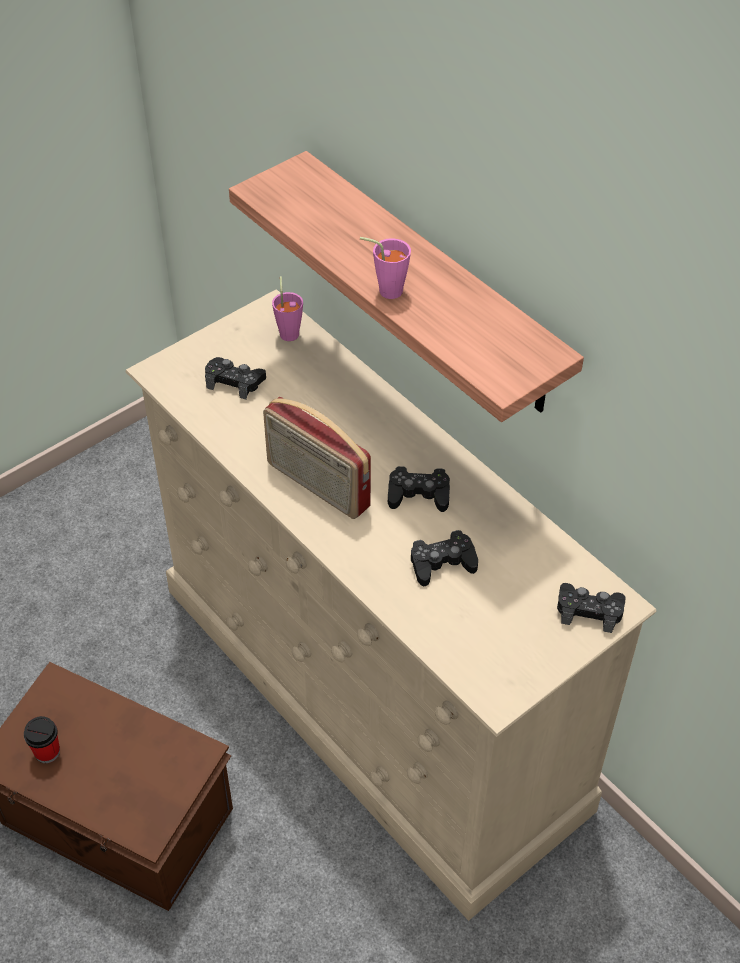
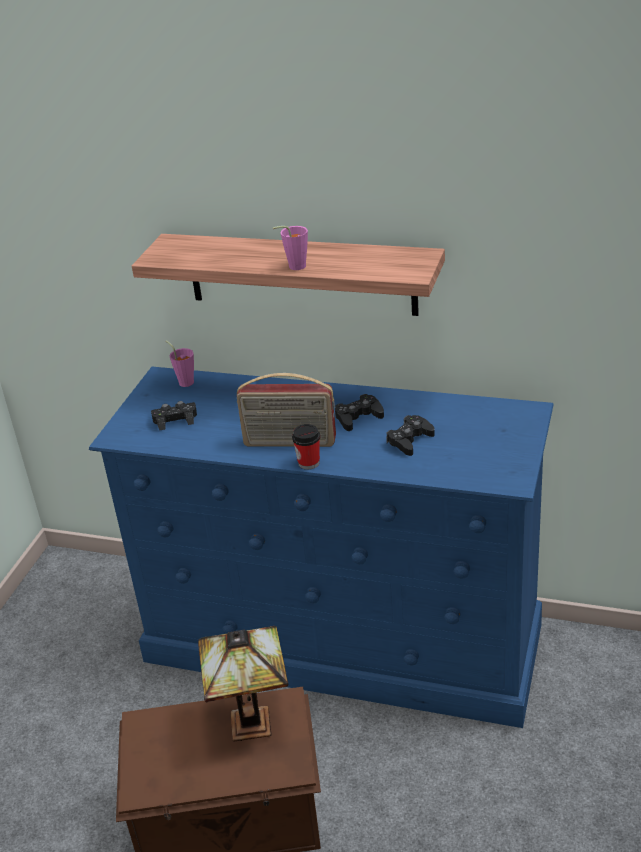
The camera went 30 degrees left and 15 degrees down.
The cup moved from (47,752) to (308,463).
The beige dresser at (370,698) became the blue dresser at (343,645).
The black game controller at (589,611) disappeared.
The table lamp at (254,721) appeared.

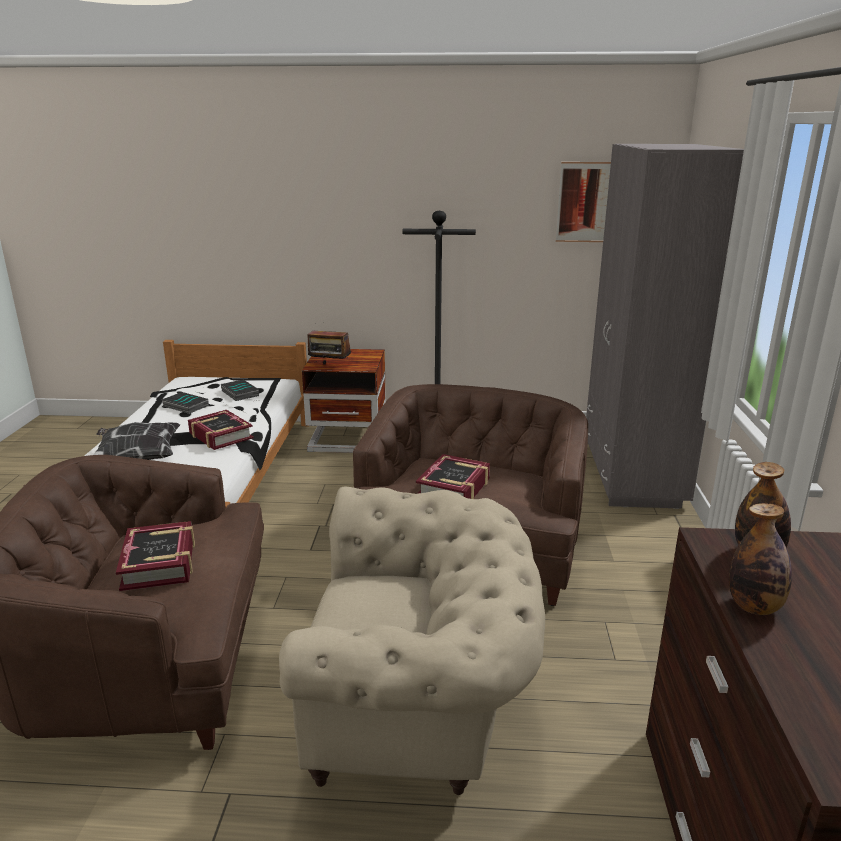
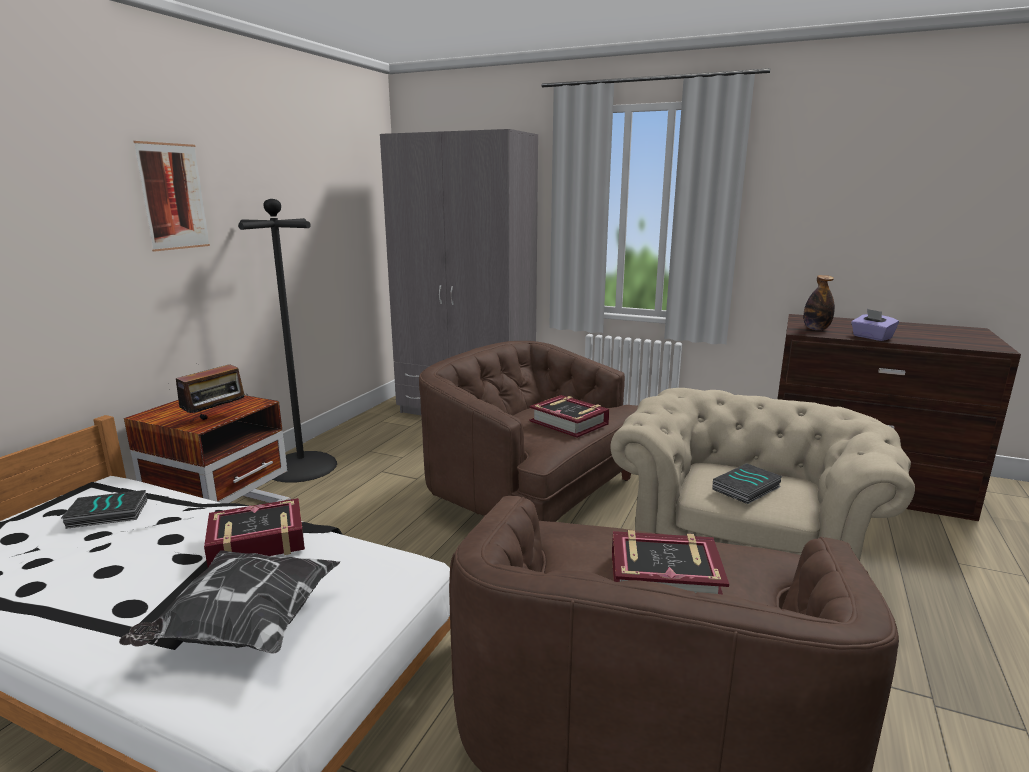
The camera went 70 degrees left and 5 degrees down.
The book moved from (185,406) to (747,489).
The picture moved from (583,202) to (173,197).
The bottle at (754,606) was replaced by the purple tissue box at (871,337).

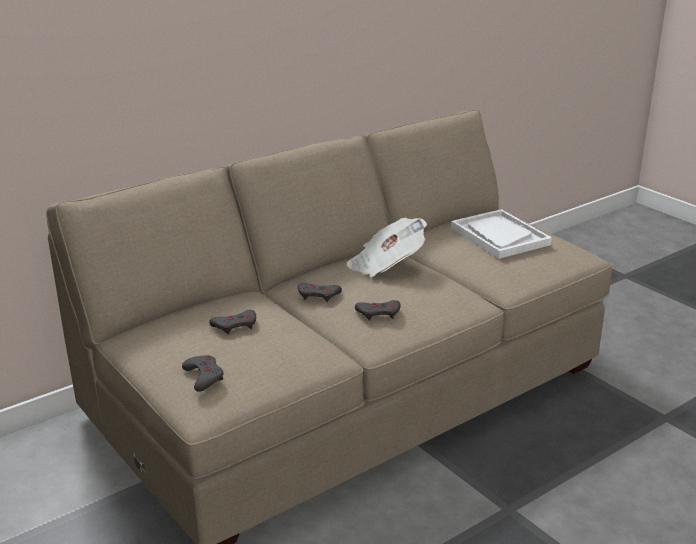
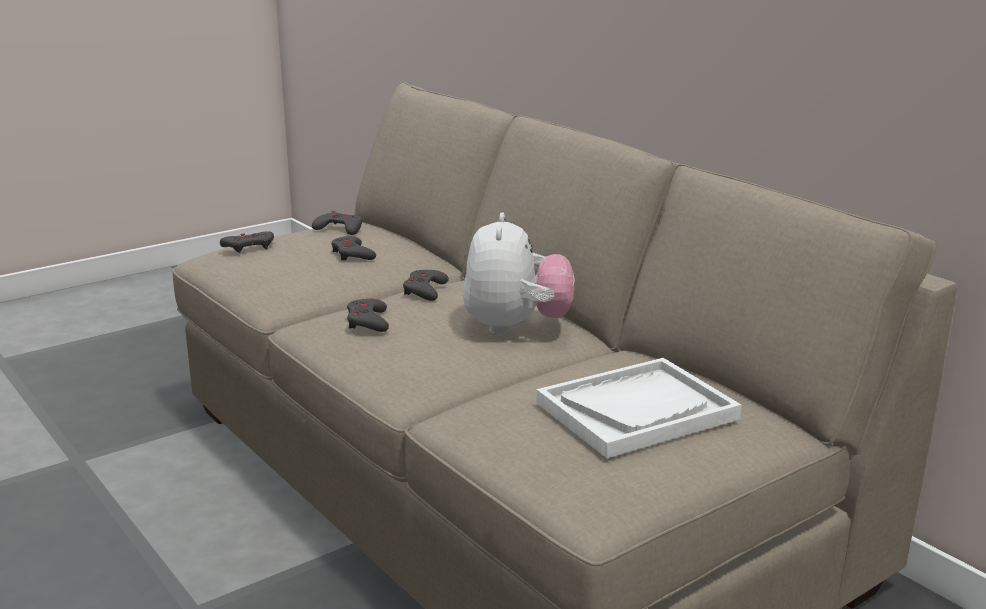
The camera went 90 degrees right and 5 degrees down.
The newspaper at (386,265) was replaced by the plush toy at (516,327).
The grey game controller at (339,228) appeared.

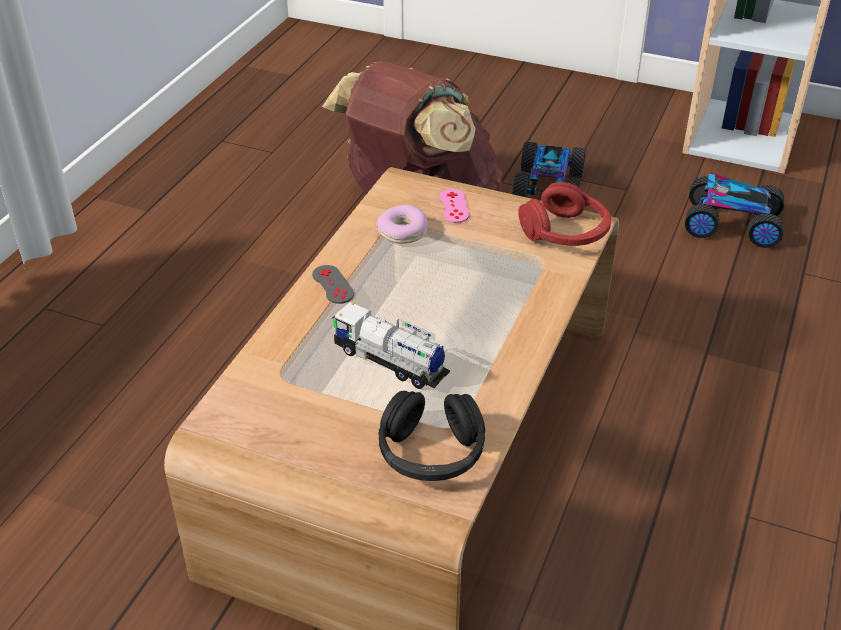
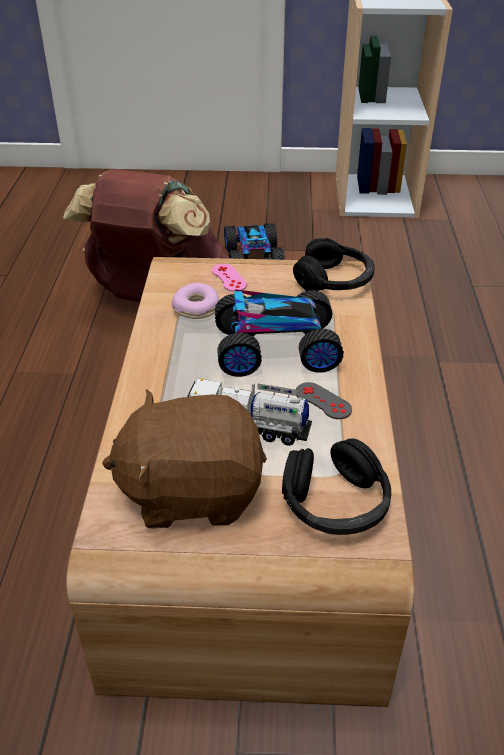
The camera went 20 degrees left and 0 degrees up.
The grey game controller moved from (333,284) to (323,401).
The red headphones at (565,232) became the black headphones at (334,280).
The toy car moved from (731,225) to (276,350).
The brown plush toy at (191,491) appeared.

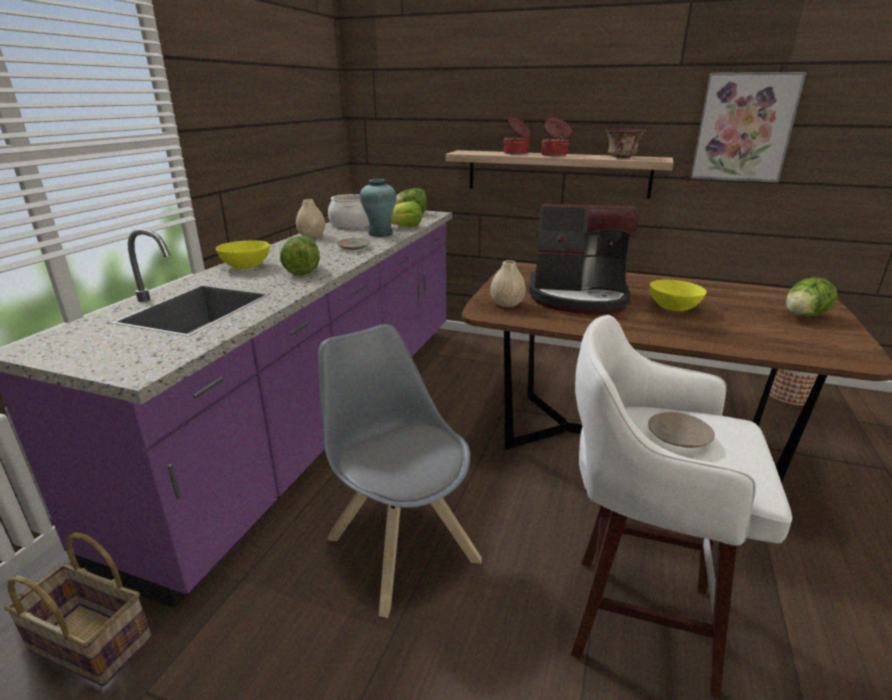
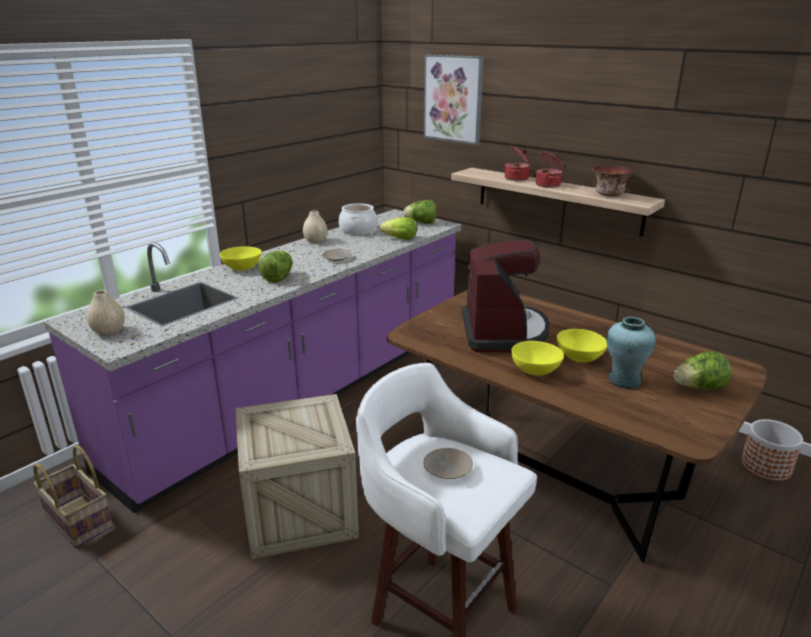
The camera went 20 degrees right and 0 degrees up.
The grey chair at (400,545) was replaced by the crate at (299,512).
The turquoise vase moved from (380,234) to (624,381).
The beige vase moved from (507,304) to (109,331).
The coffee machine at (578,297) turned 120 degrees counterclockwise.
The picture moved from (744,128) to (453,99).
The yellow bowl at (535,370) appeared.

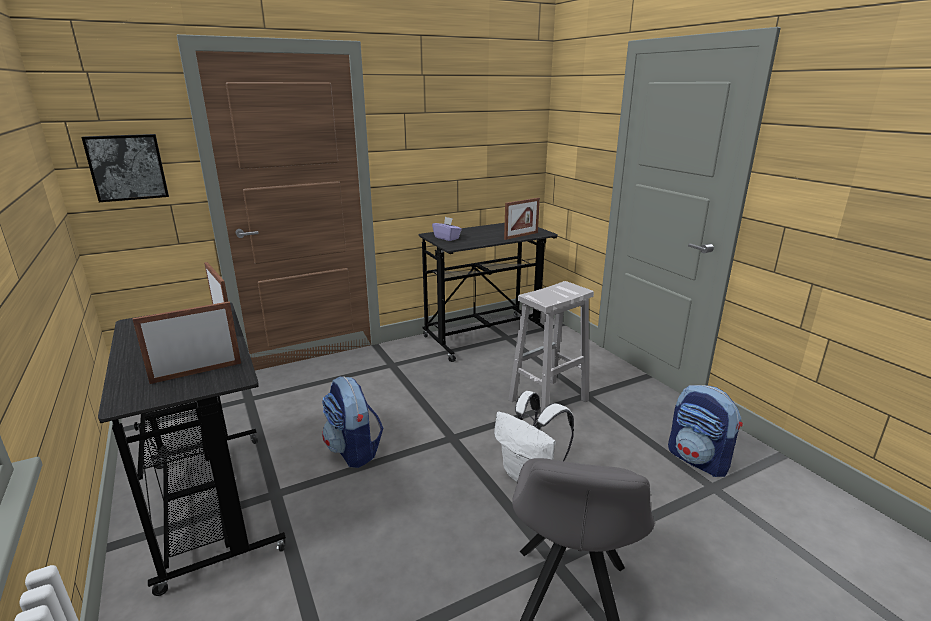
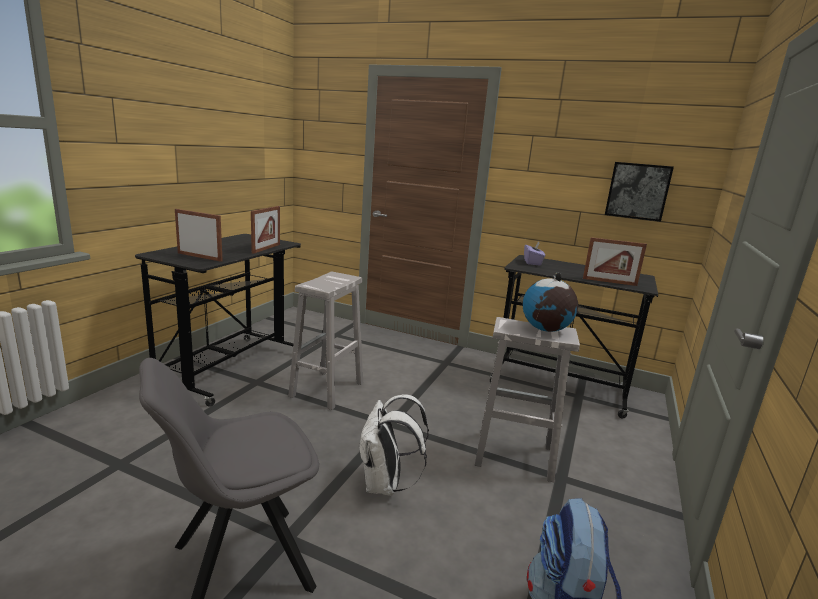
The camera went 50 degrees right and 5 degrees down.
The picture moved from (127,167) to (637,191).
The backpack at (354,450) was replaced by the white stool at (326,390).
The globe at (545,330) appeared.

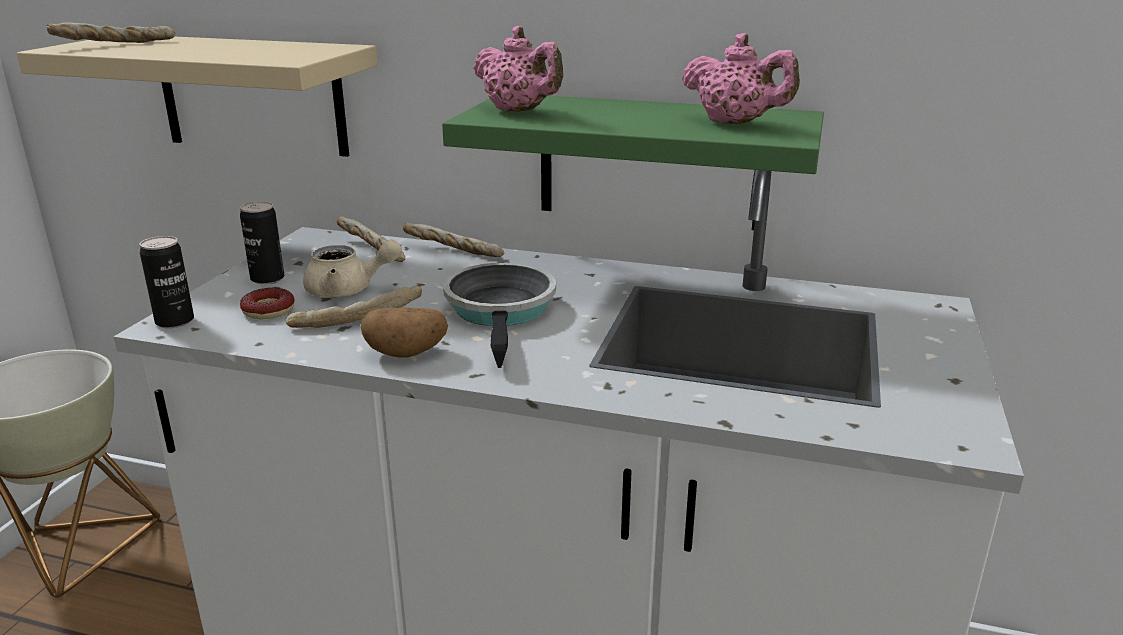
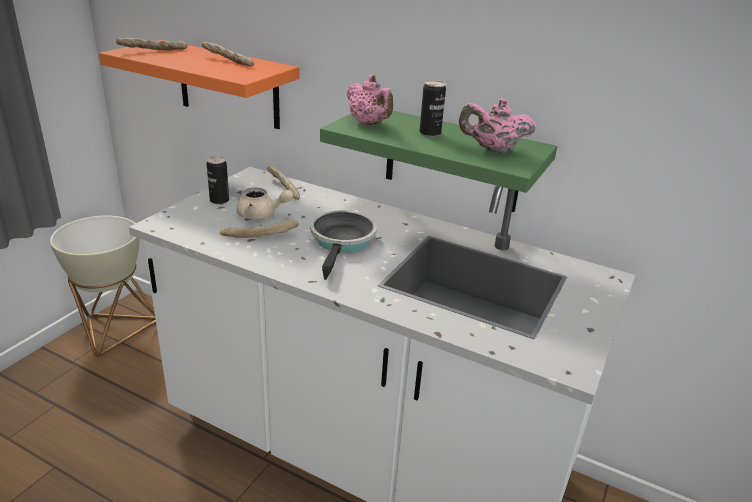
The camera went 10 degrees right and 5 degrees up.
The beige shelf at (251,95) became the orange shelf at (228,85).
The can moved from (175,321) to (430,133).
The donut at (268,310) disappeared.
The potato at (407,353) disappeared.
The bread moved from (453,251) to (228,61).
The pink teapot at (736,123) turned 135 degrees clockwise.

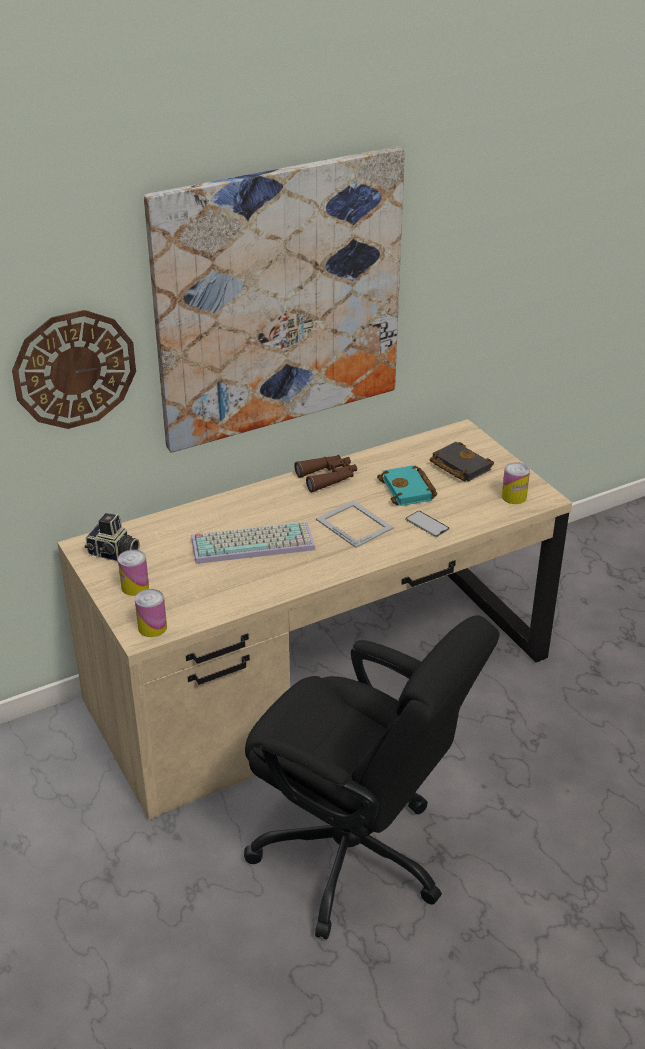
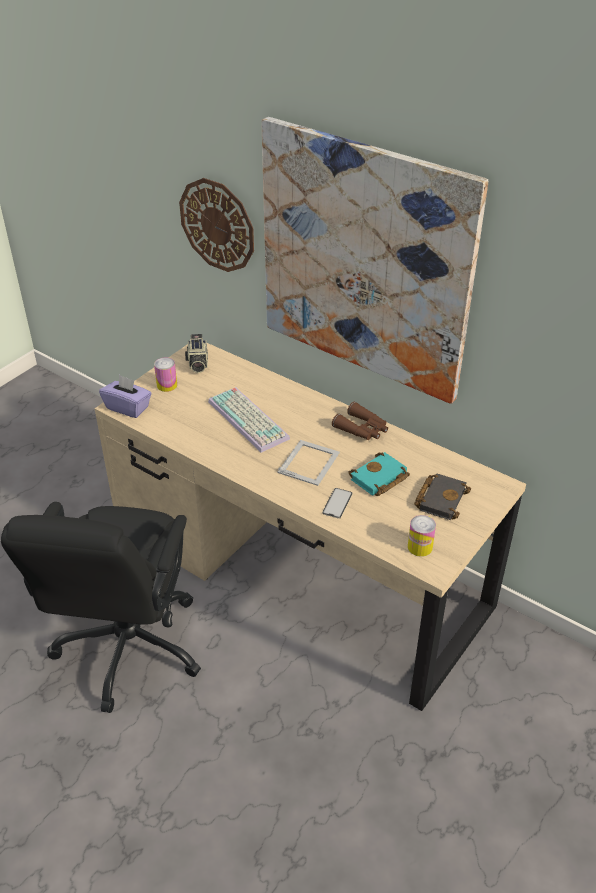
The camera went 65 degrees right and 5 degrees up.
The can at (152,627) was replaced by the purple tissue box at (128,407).

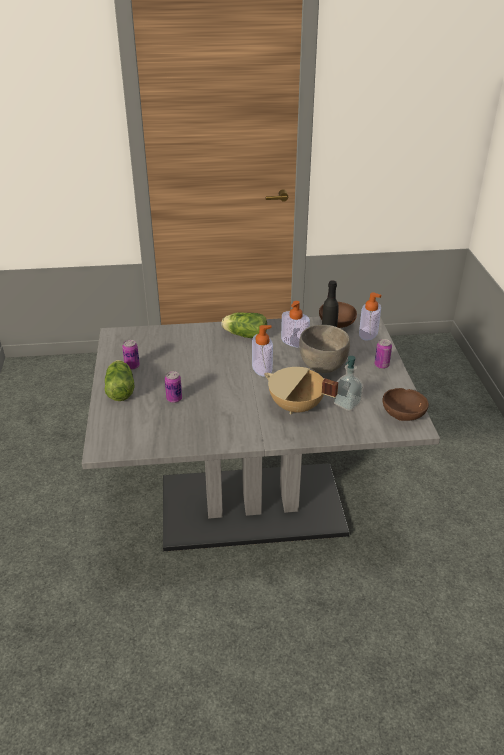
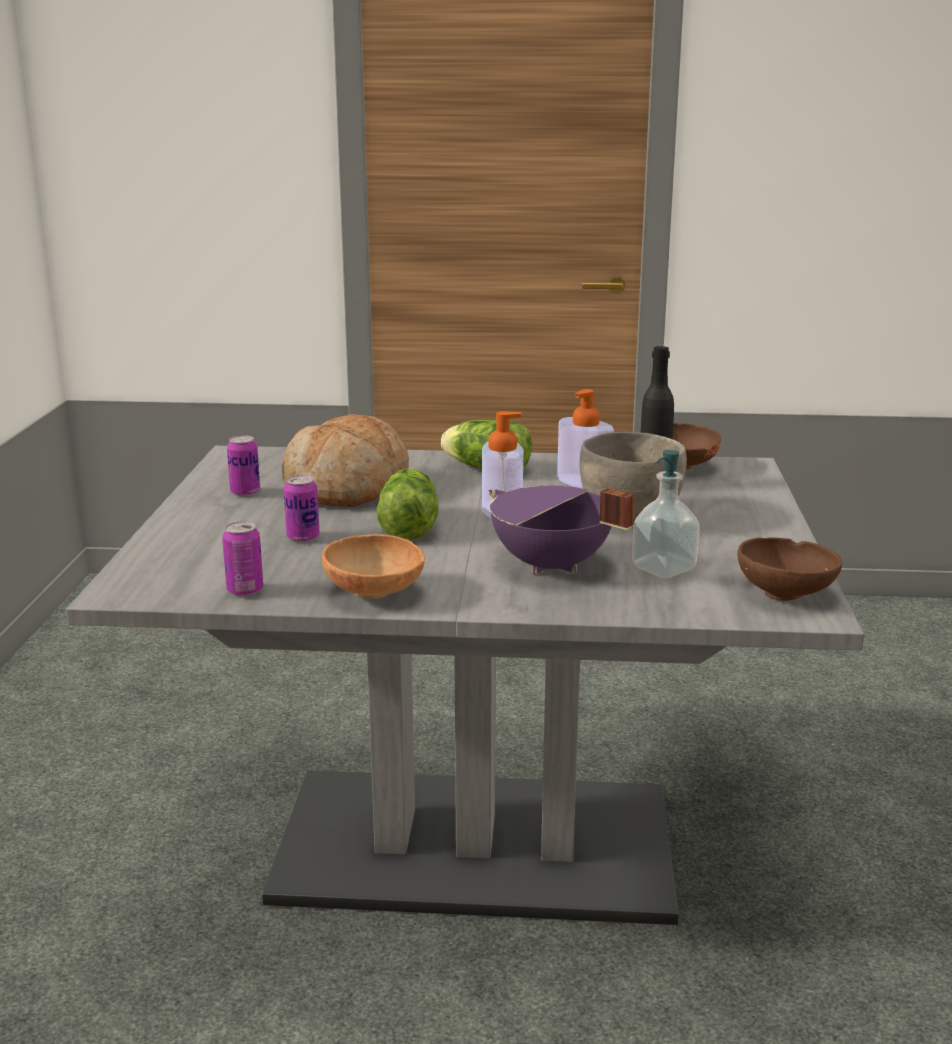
The camera went 10 degrees right and 15 degrees down.
The lettuce moved from (120,389) to (409,526).
The beige cooking pot at (296,407) became the purple cooking pot at (550,566).
The soap dispenser at (368,333) disappeared.
The can moved from (381,365) to (245,590).
The bread at (348,488) appeared.
The brown bowl at (375,595) appeared.

